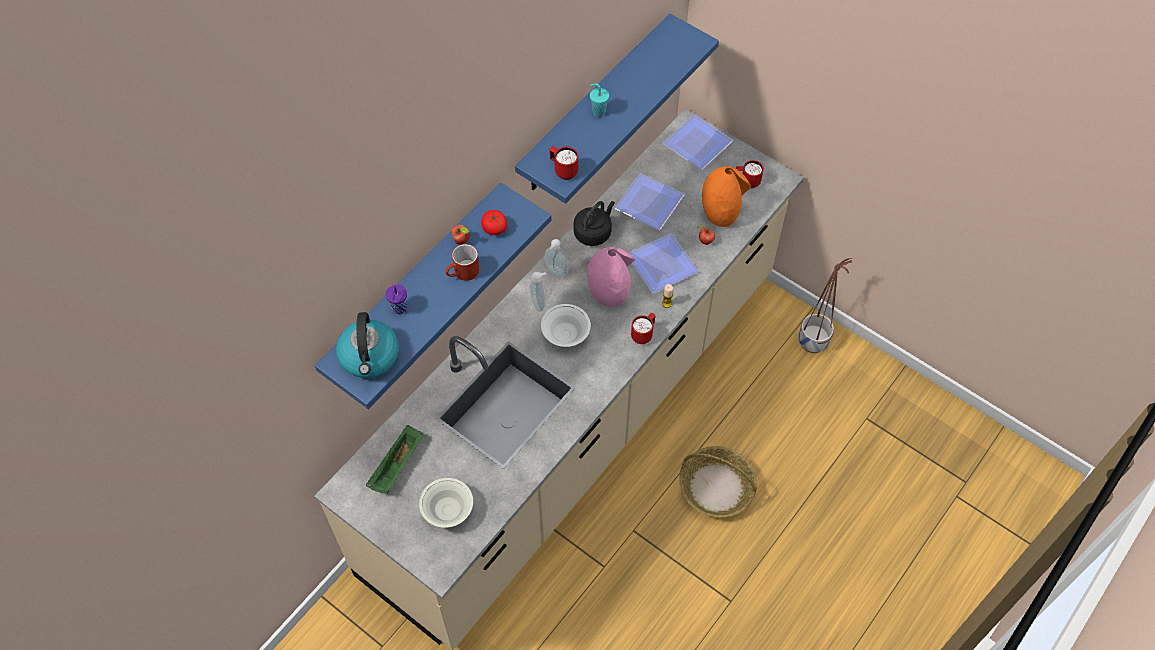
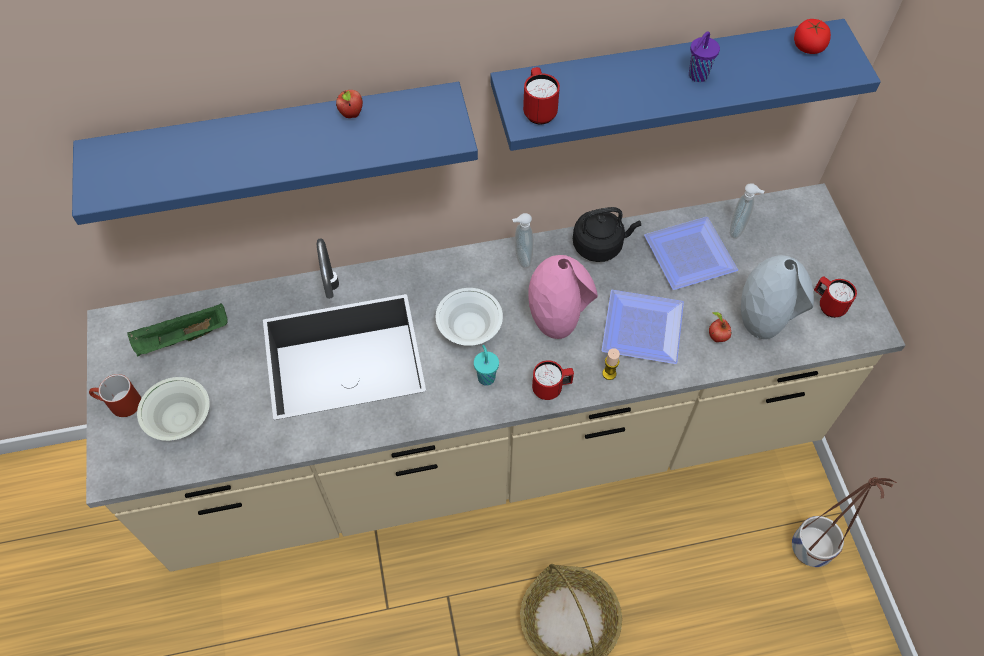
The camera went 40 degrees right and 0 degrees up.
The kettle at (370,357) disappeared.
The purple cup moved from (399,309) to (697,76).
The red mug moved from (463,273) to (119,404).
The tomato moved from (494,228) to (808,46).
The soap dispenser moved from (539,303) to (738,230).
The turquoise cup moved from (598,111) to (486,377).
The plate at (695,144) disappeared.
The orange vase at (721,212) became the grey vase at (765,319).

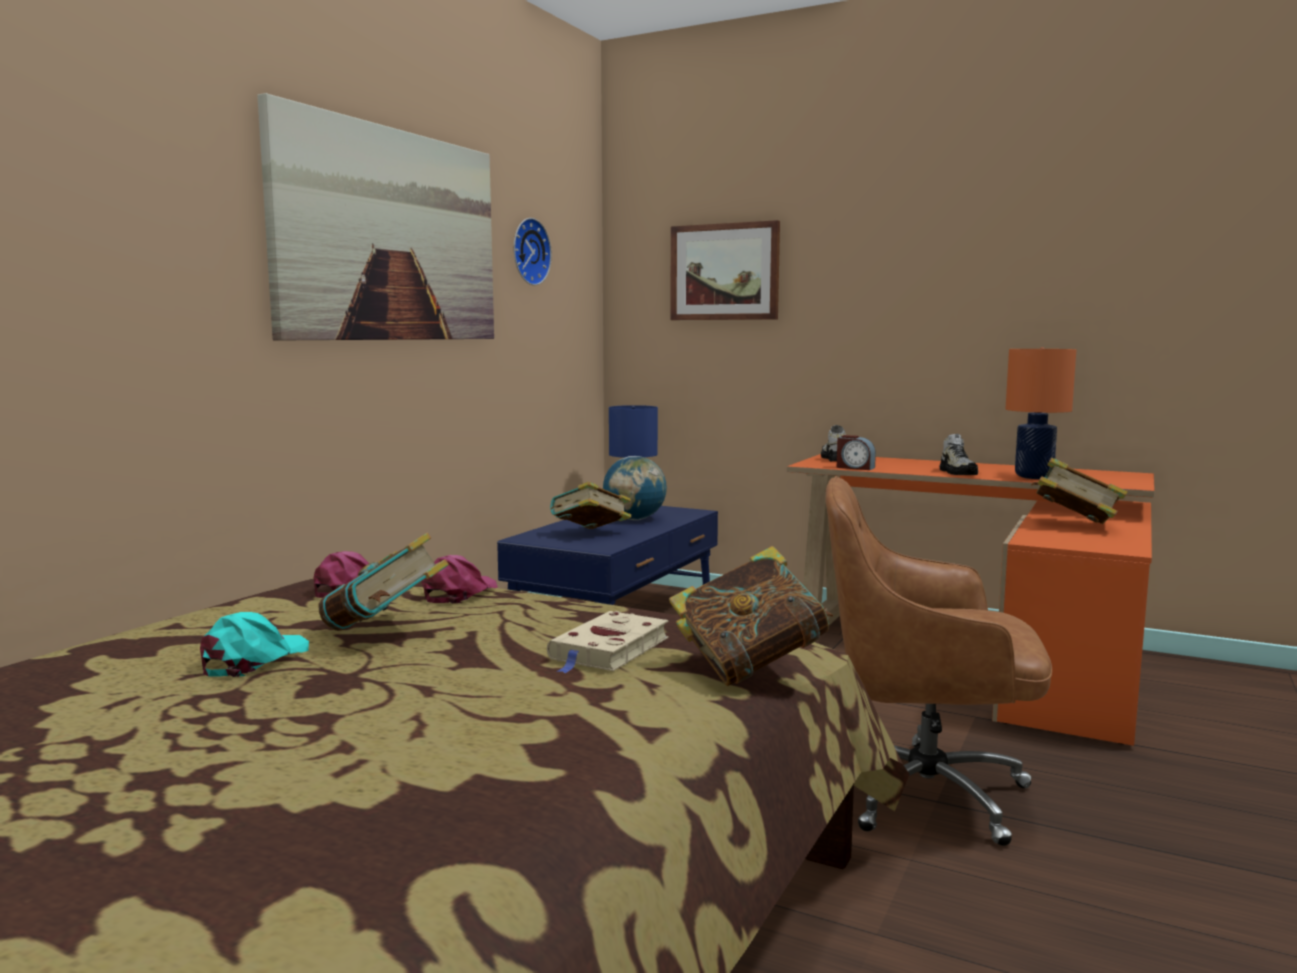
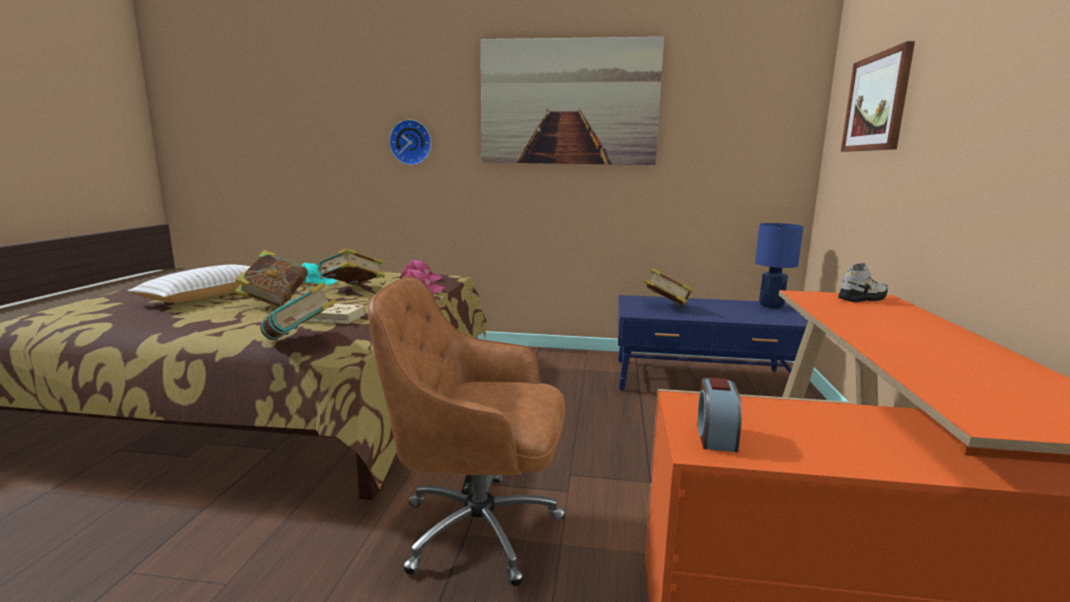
The camera went 70 degrees right and 5 degrees up.
The wall clock moved from (528,252) to (411,142).
The globe at (634,519) disappeared.
The brown office chair at (924,791) turned 75 degrees counterclockwise.
The alarm clock moved from (855,468) to (715,436).
The shoe at (958,473) disappeared.
The orange table lamp at (1034,478) disappeared.
The book moved from (1074,525) to (275,302).
The white pillow at (208,296) appeared.

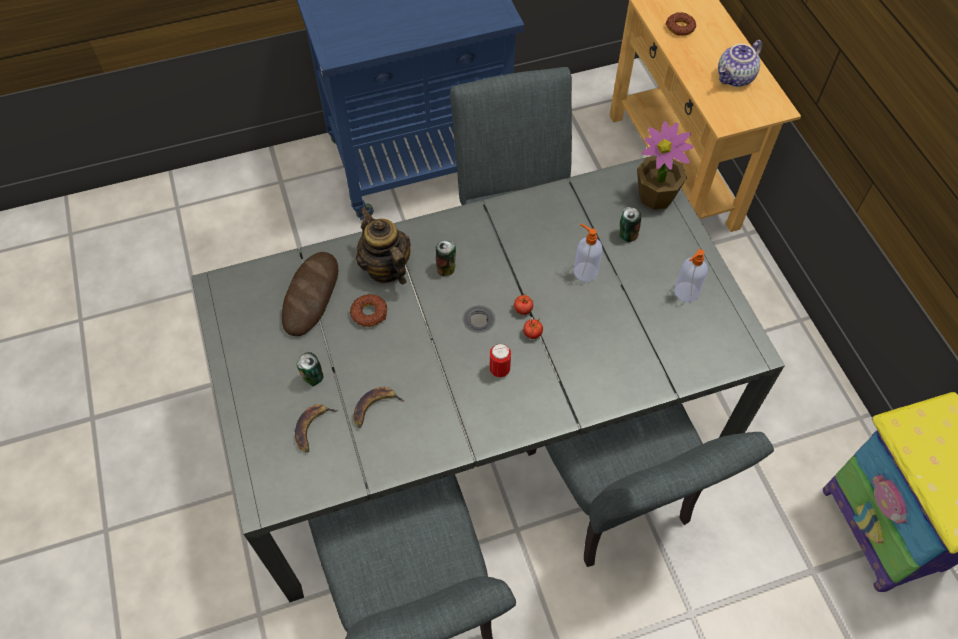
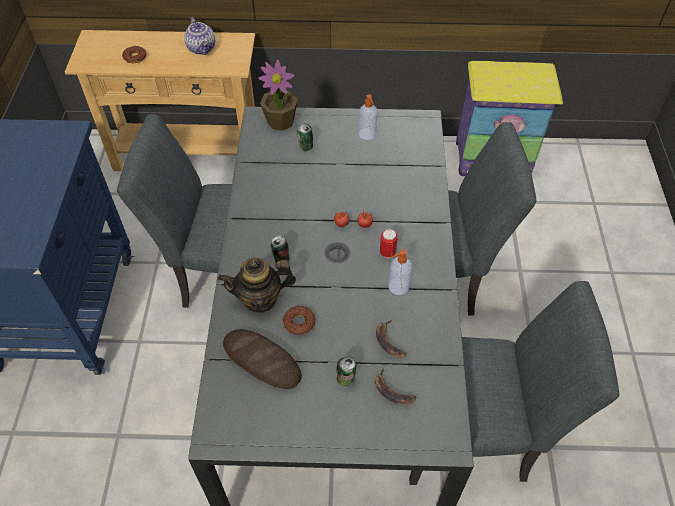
The camera went 70 degrees left and 5 degrees down.
The soap dispenser moved from (584,271) to (397,287).

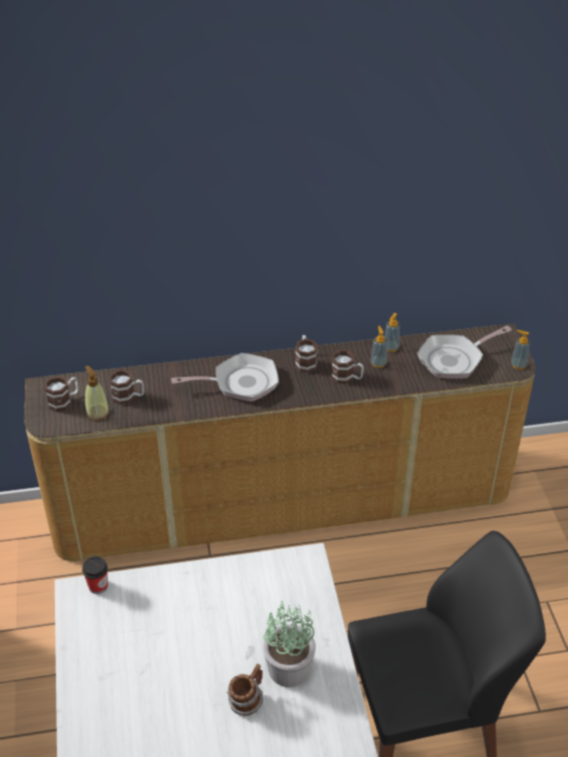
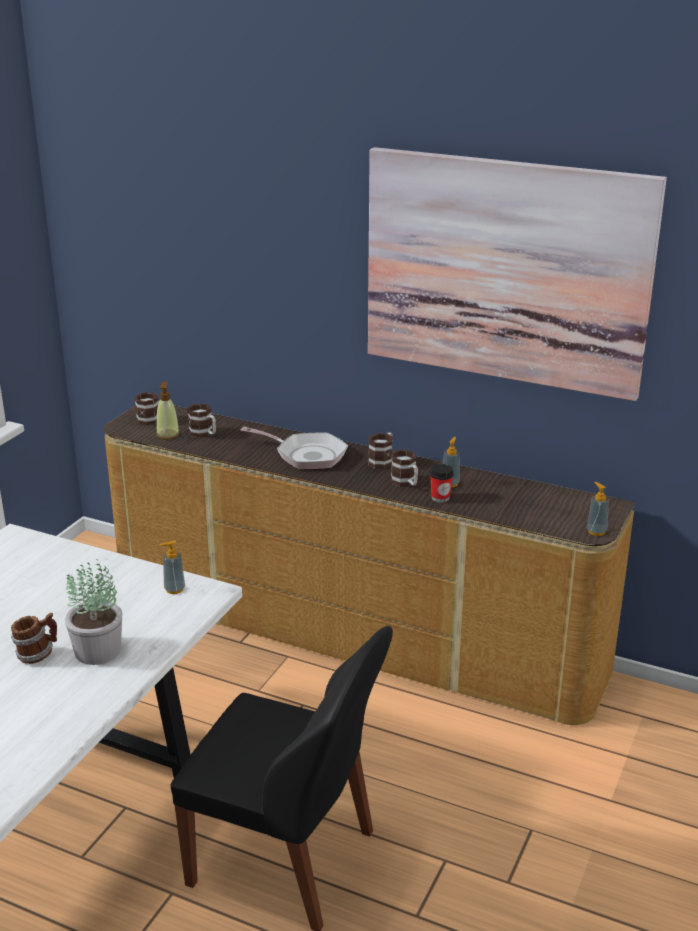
The camera went 35 degrees right and 15 degrees down.
The cup moved from (98,586) to (440,498).
The soap dispenser moved from (391,347) to (174,589).
The frying pan at (454,359) disappeared.
The picture at (505,271) appeared.

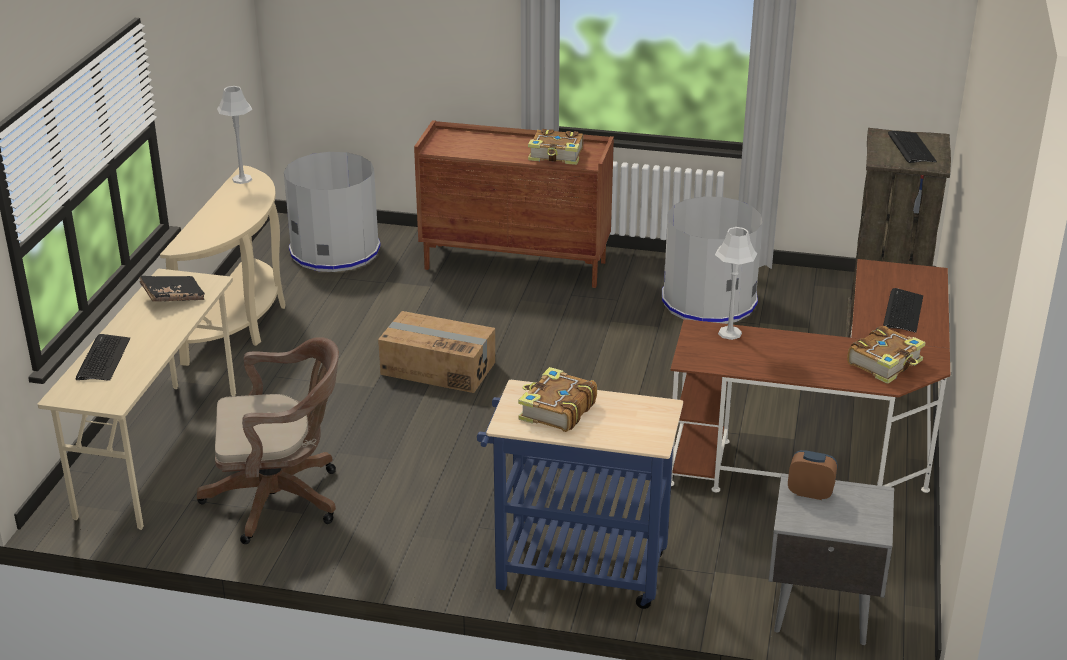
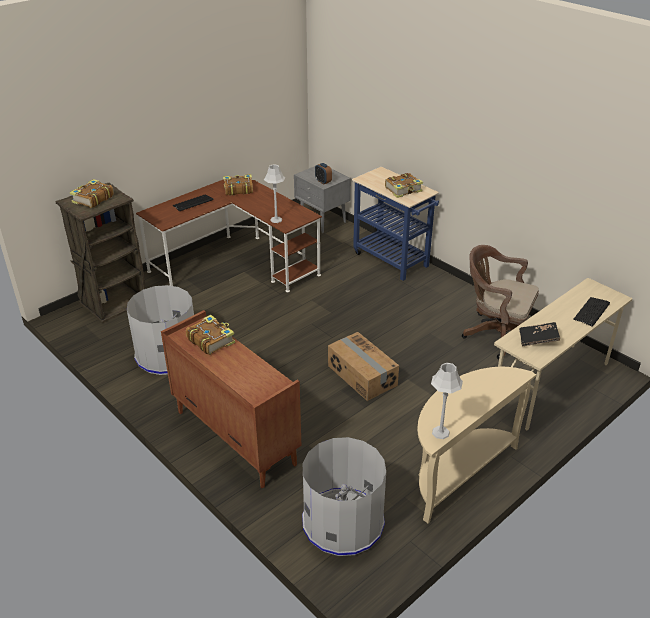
The camera went 145 degrees left and 5 degrees up.
The keyboard at (911,148) was replaced by the book at (92,199).

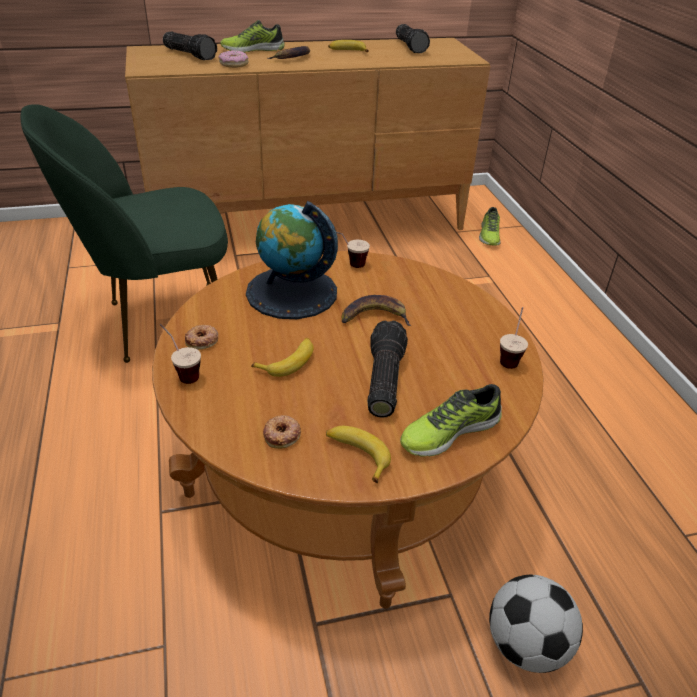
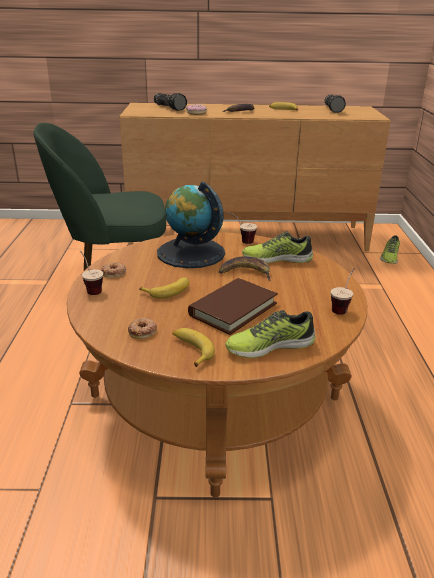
The camera went 15 degrees right and 10 degrees down.
The shoe moved from (253,49) to (277,259).
The flashlight at (382,379) was replaced by the brown book at (233,309).
The football at (524,644) disappeared.

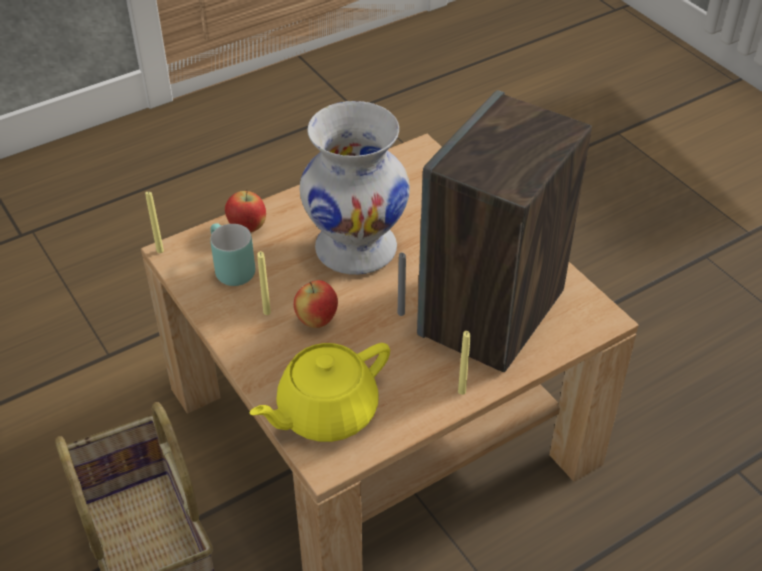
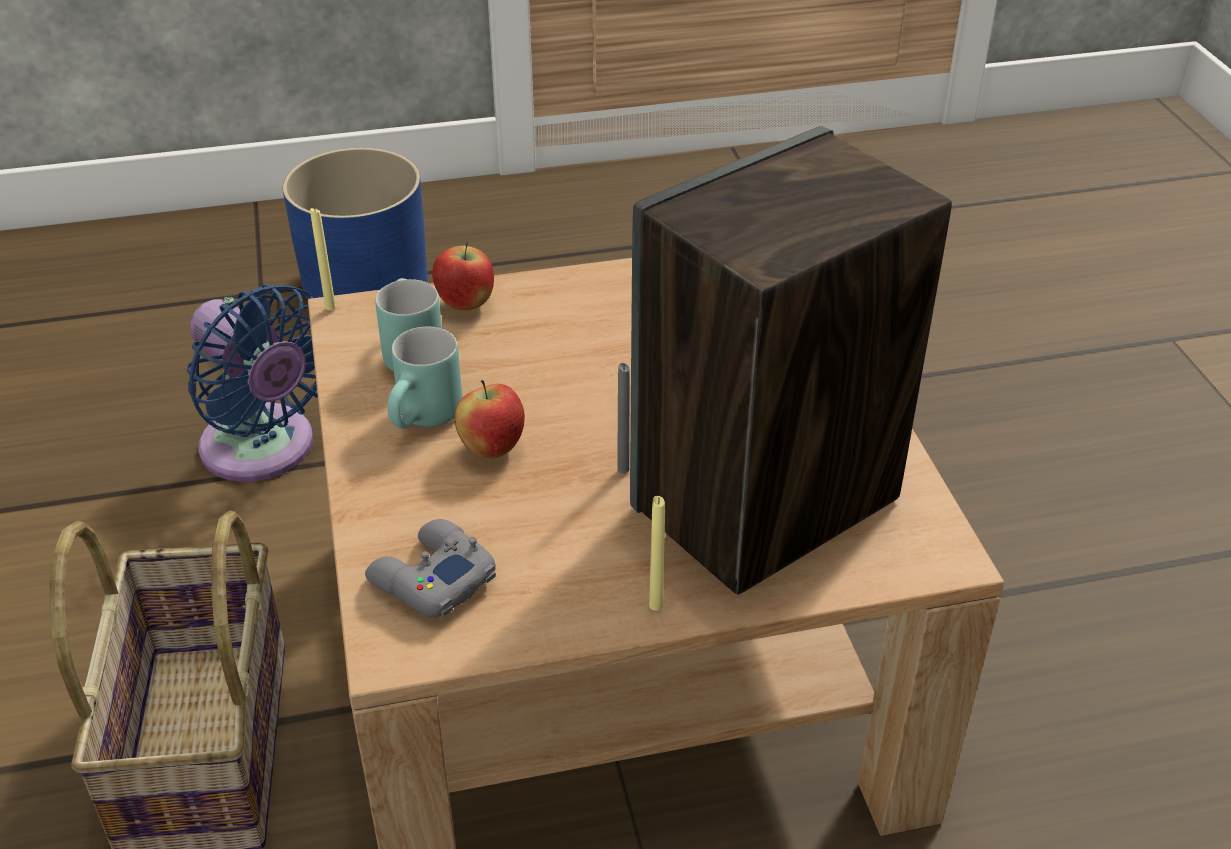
The camera went 20 degrees right and 5 degrees down.
The yellow teapot at (325,412) was replaced by the grey game controller at (431,579).
The yellow candle at (267,312) was replaced by the turquoise mug at (427,421).
The white vase at (357,247) disappeared.
The blue fan at (264,451) appeared.
The blue planter at (366,283) appeared.

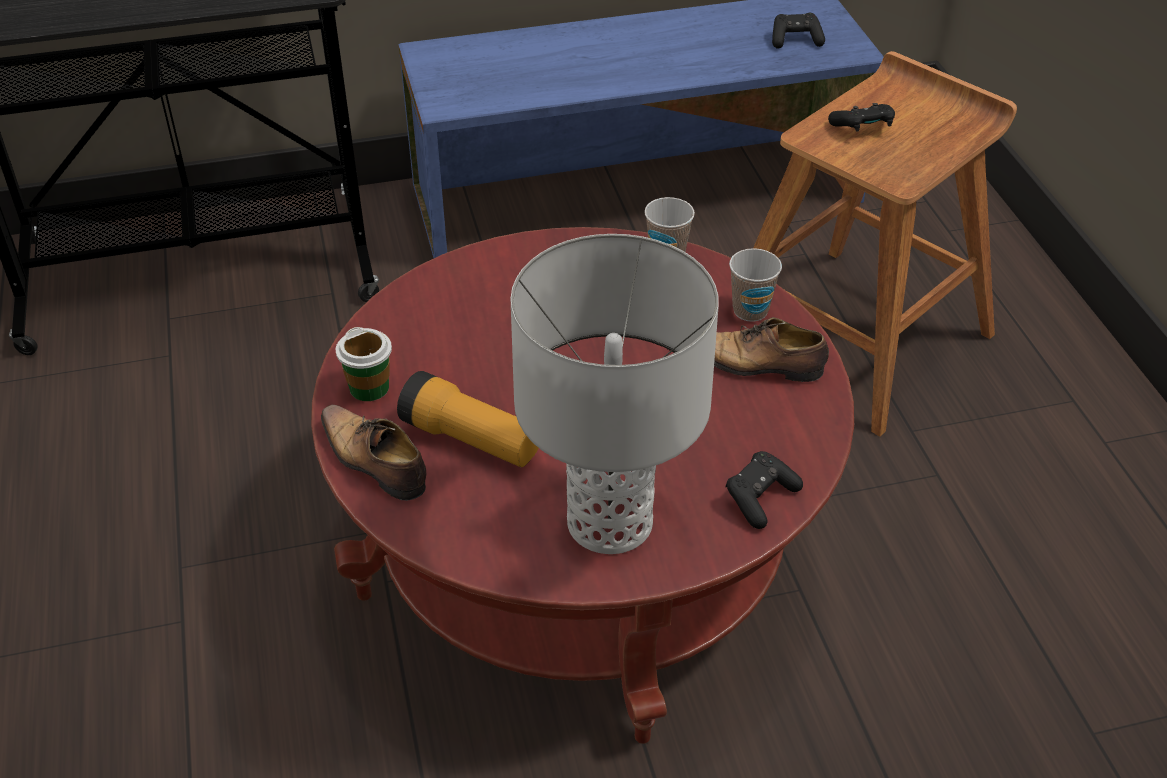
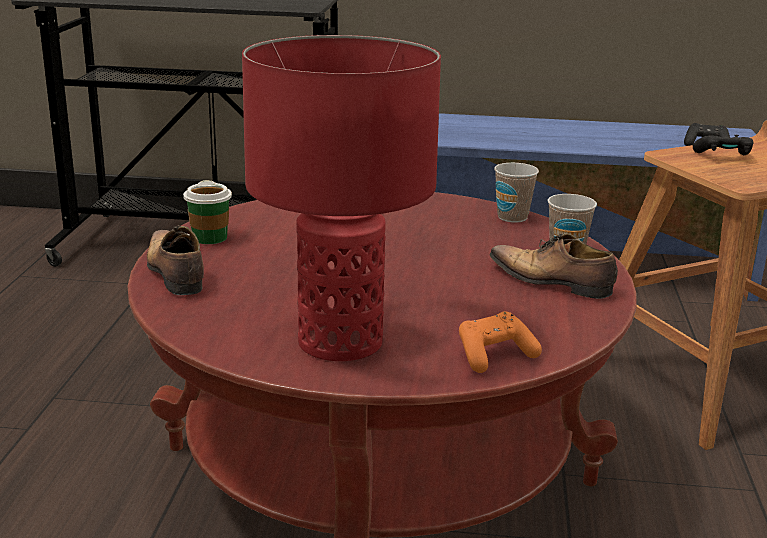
The camera went 20 degrees right and 20 degrees down.
The flashlight at (471,440) disappeared.
The white table lamp at (611,523) became the red table lamp at (340,342).
The black game controller at (760,498) became the orange game controller at (494,356).

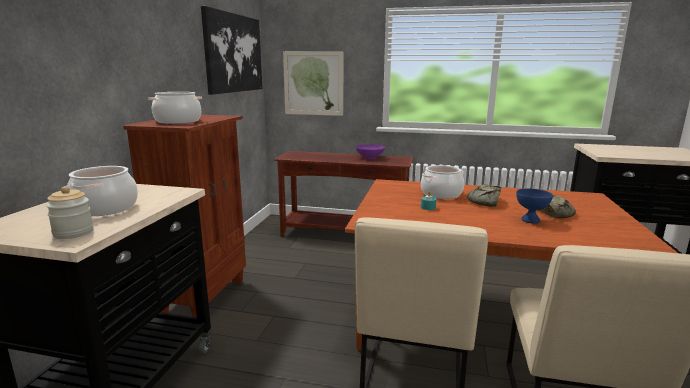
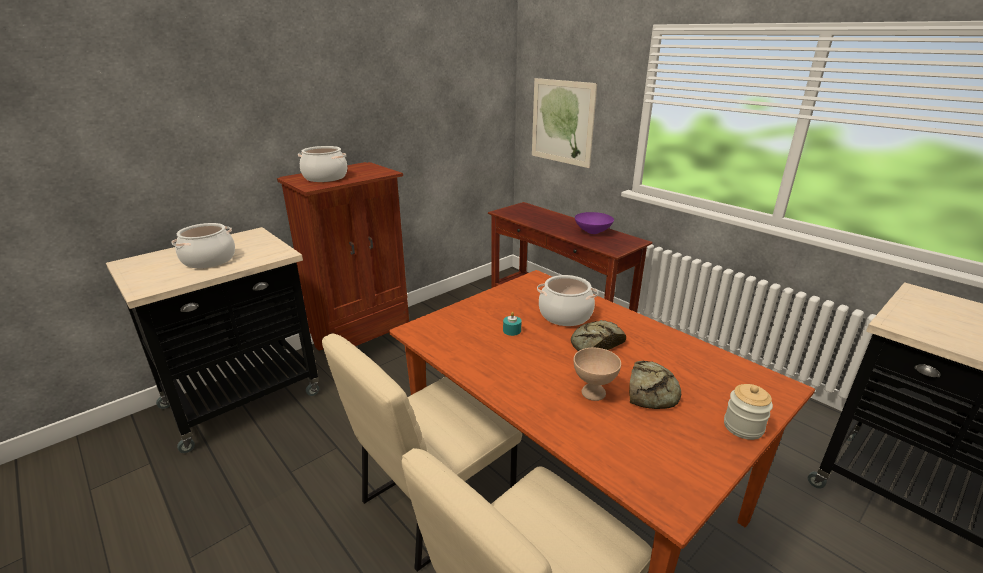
The camera went 35 degrees right and 10 degrees up.
The jar moved from (73,233) to (743,427).
The picture at (234,53) disappeared.
The blue bowl at (530,220) became the beige bowl at (593,392).

